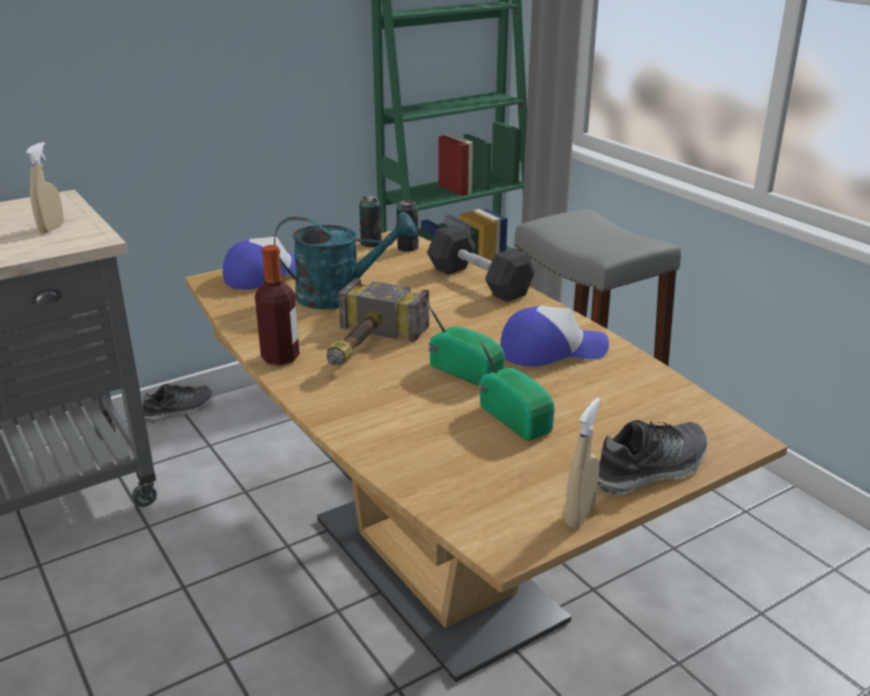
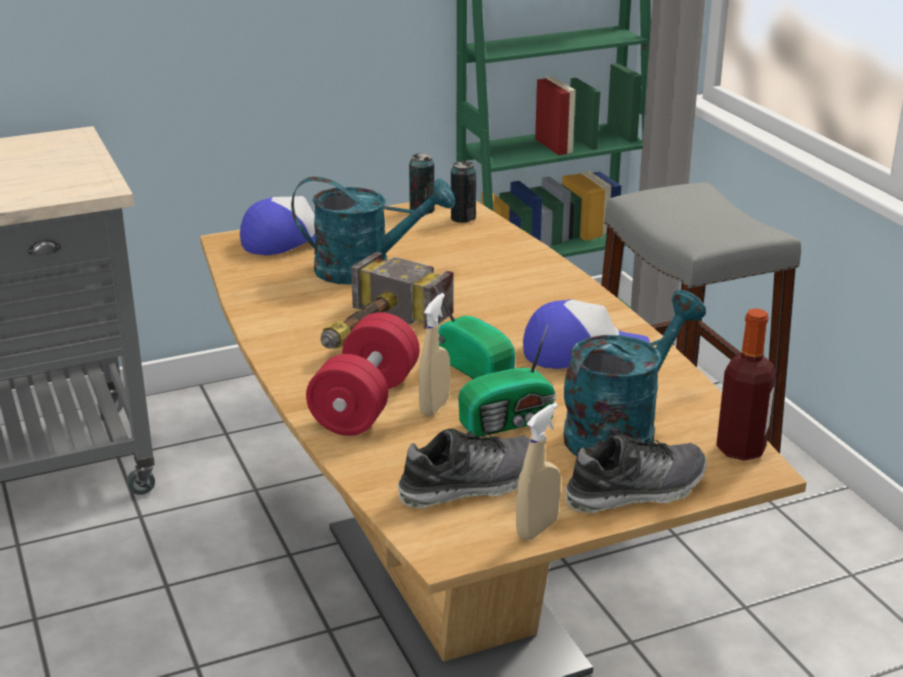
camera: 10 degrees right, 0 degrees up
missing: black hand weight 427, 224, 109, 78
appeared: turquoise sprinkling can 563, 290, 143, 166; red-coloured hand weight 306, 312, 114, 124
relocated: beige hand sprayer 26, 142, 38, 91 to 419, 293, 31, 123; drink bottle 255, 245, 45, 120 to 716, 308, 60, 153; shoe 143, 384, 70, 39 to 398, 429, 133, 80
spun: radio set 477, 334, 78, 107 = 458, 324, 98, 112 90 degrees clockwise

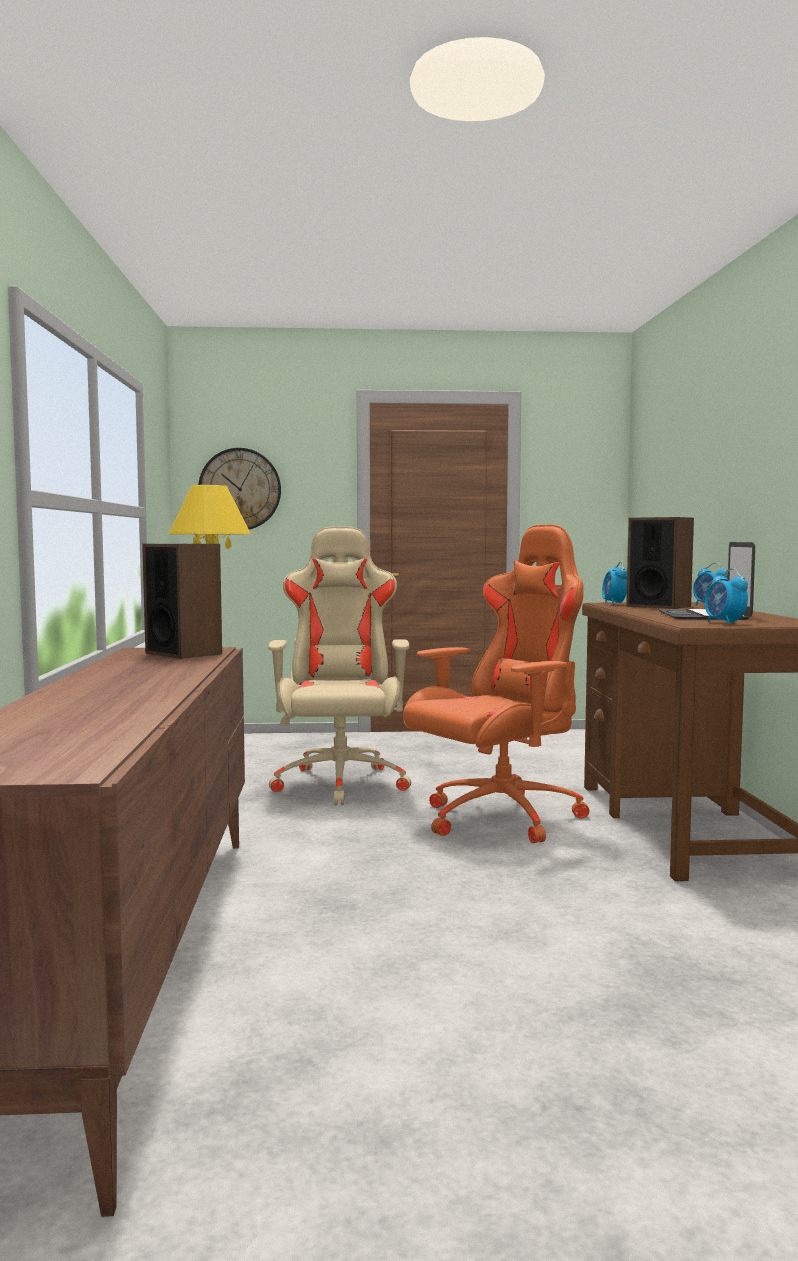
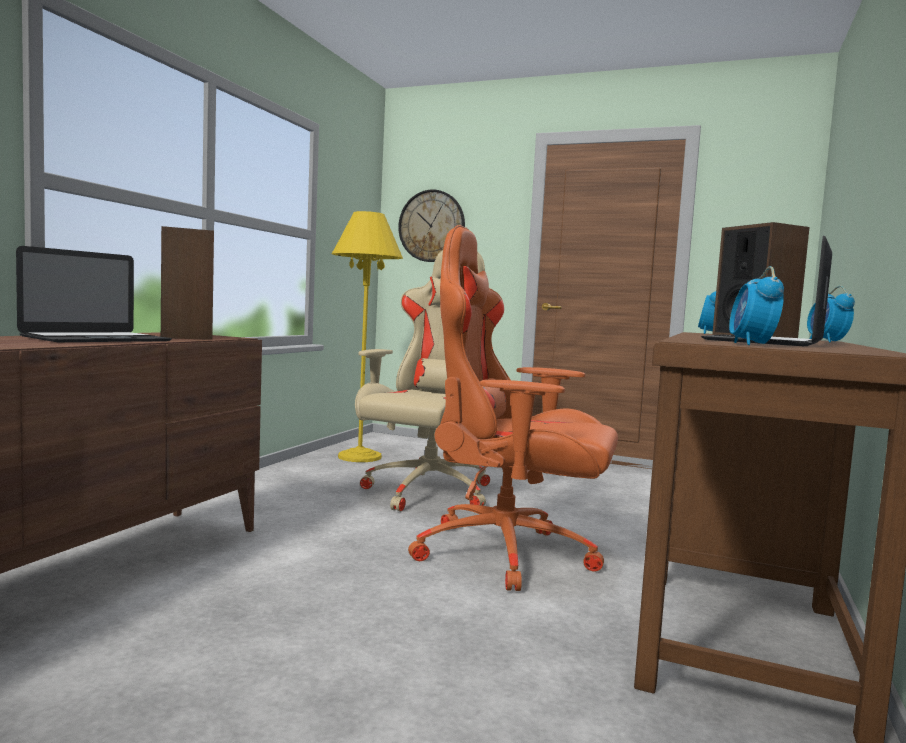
camera: 25 degrees right, 0 degrees up
appeared: portable computer 16, 246, 156, 96
spun: orange desk chair 403, 525, 186, 318 = 408, 225, 210, 366 150 degrees counterclockwise

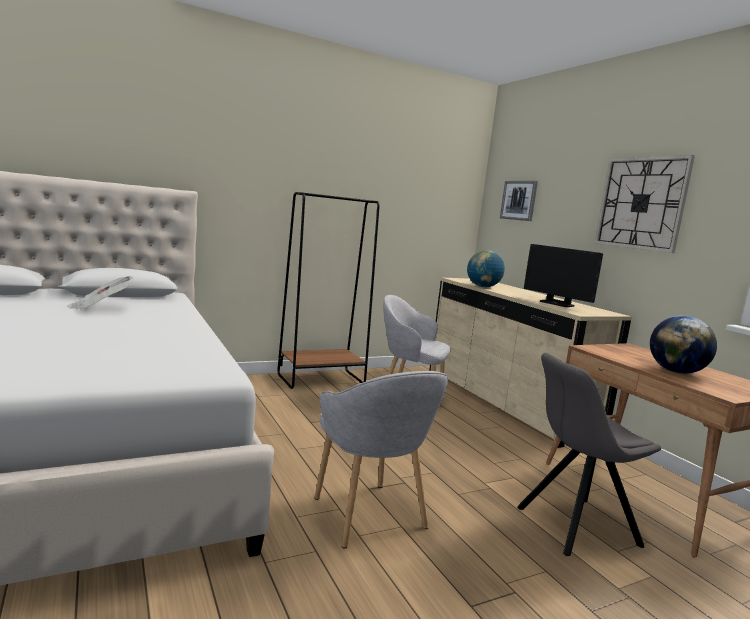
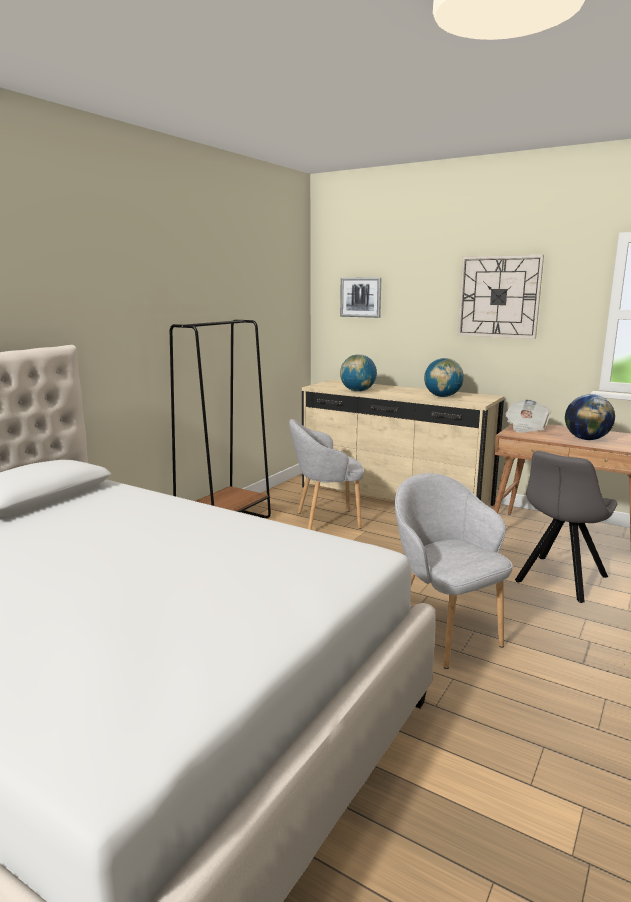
camera: 30 degrees left, 5 degrees up
relocated: printed paper 67, 276, 66, 34 to 505, 399, 46, 34
exchanged: computer display 524, 244, 79, 63 to globe 424, 358, 40, 39
spun: greyish easy chair 315, 371, 133, 177 = 395, 473, 118, 196 150 degrees counterclockwise

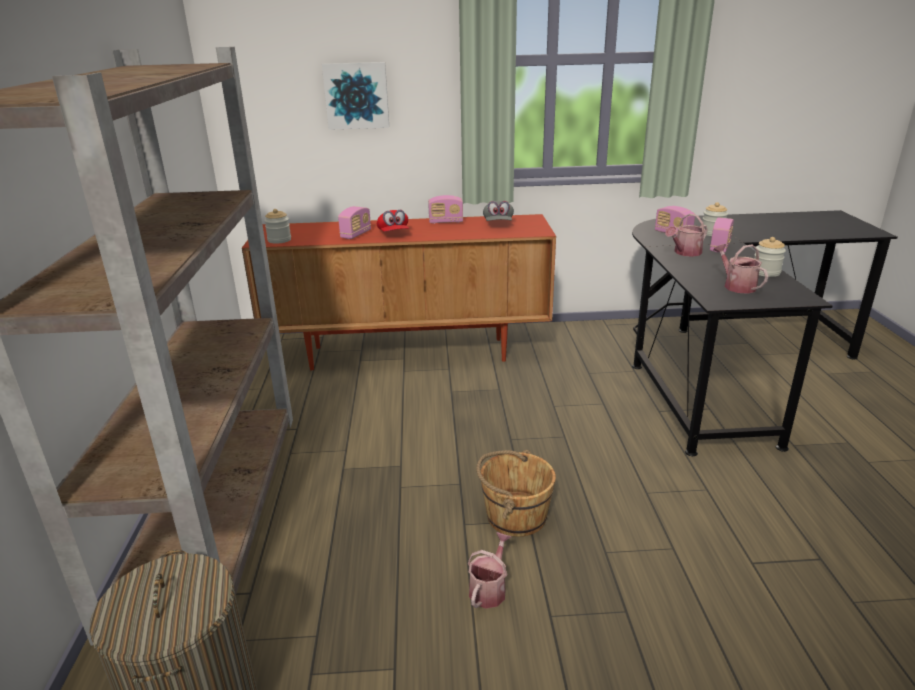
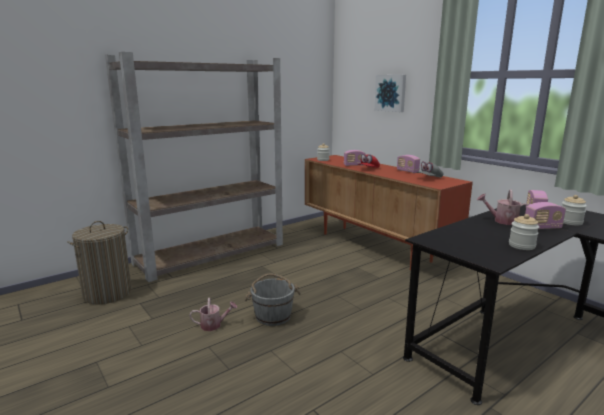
camera: 55 degrees right, 10 degrees down
missing: sprinkling can 713, 244, 56, 50
colour: brown bucket 476, 450, 80, 87 to greyish bucket 244, 273, 57, 53

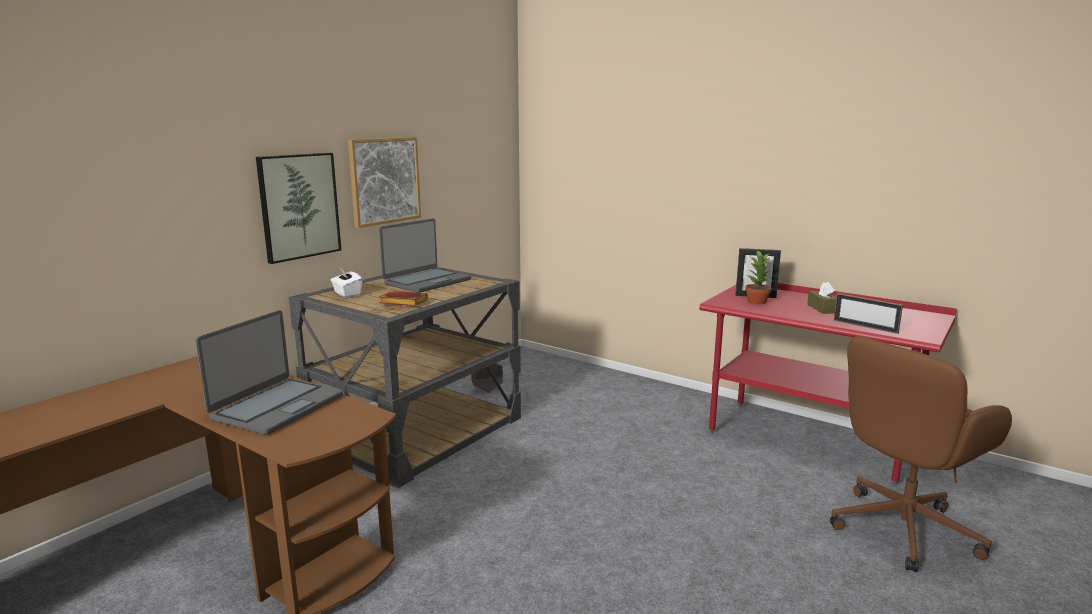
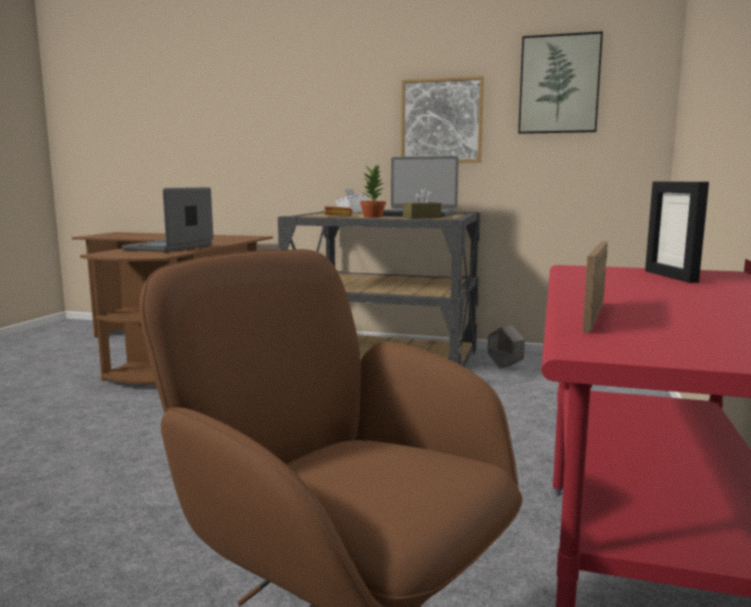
camera: 70 degrees right, 5 degrees down
relocated: wall art 256, 153, 85, 111 to 518, 31, 85, 103; plant in a pot 745, 250, 26, 54 to 360, 163, 26, 55; brown box of tissues 807, 282, 29, 32 to 403, 188, 38, 31
spun: portable computer 195, 310, 148, 125 = 122, 187, 91, 65 105 degrees clockwise

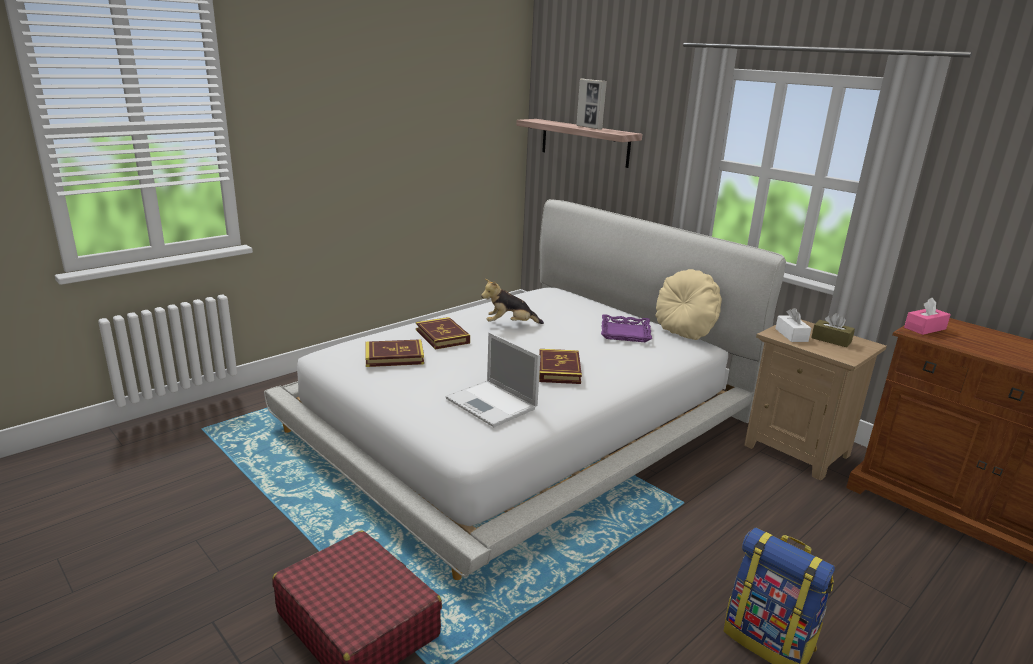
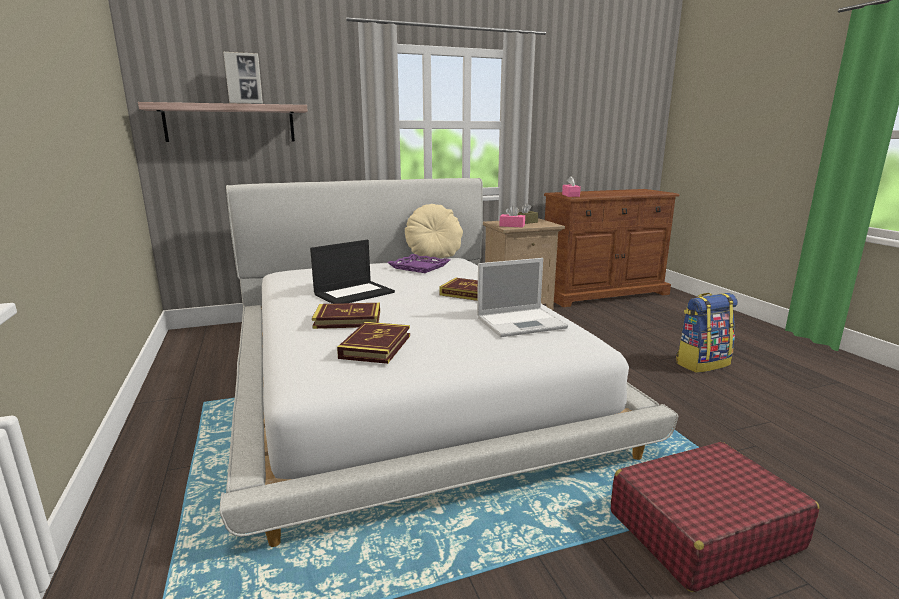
camera: 65 degrees left, 5 degrees down
exchanged: plush toy 481, 279, 63, 45 to portable computer 310, 240, 85, 64
colour: white-coloured box of tissues 775, 308, 36, 34 to pinkish box of tissues 499, 206, 26, 22

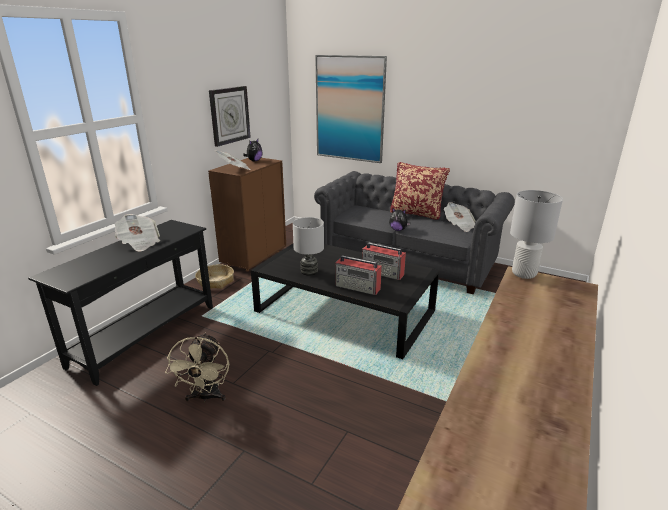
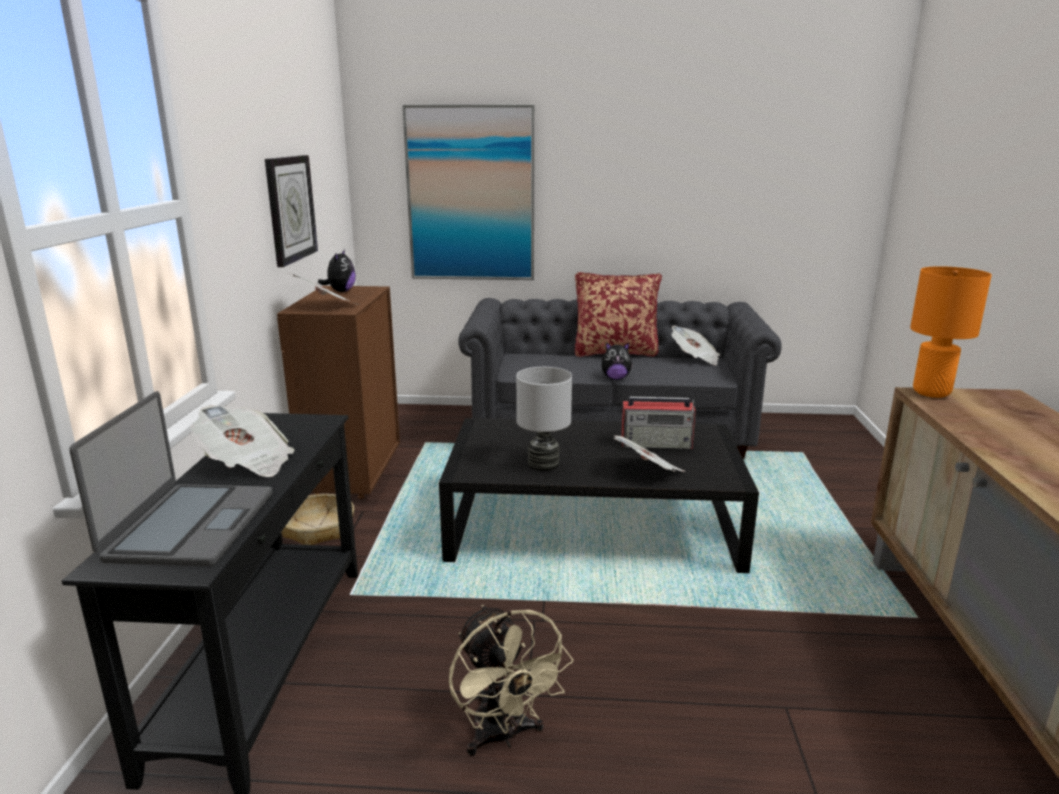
camera: 25 degrees left, 5 degrees down
appeared: portable computer 69, 391, 203, 175
exchanged: radio set 335, 255, 47, 40 to printed paper 614, 436, 71, 36
colour: greyish table lamp 510, 190, 53, 89 to orange table lamp 910, 266, 82, 132

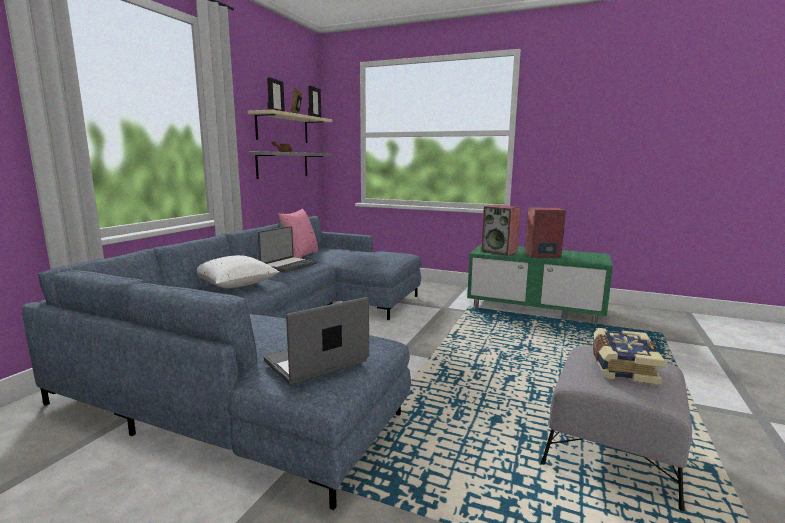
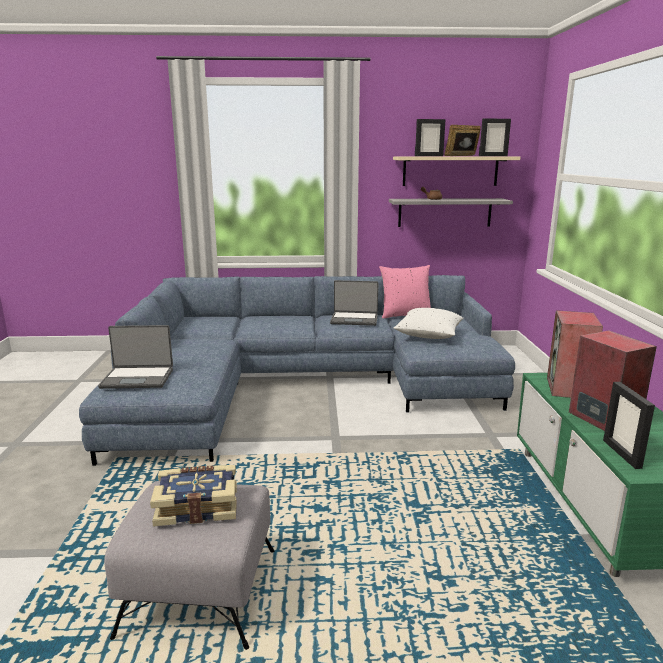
camera: 65 degrees right, 5 degrees up
appeared: photo frame 603, 382, 52, 87
relocated: white-coloured pillow 197, 255, 83, 33 to 394, 308, 69, 31
spun: portable computer 264, 297, 105, 88 = 98, 325, 75, 64 150 degrees clockwise

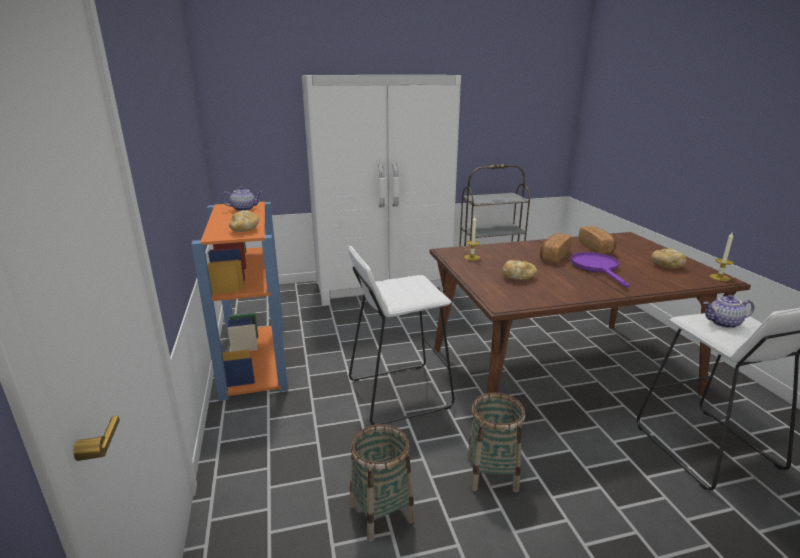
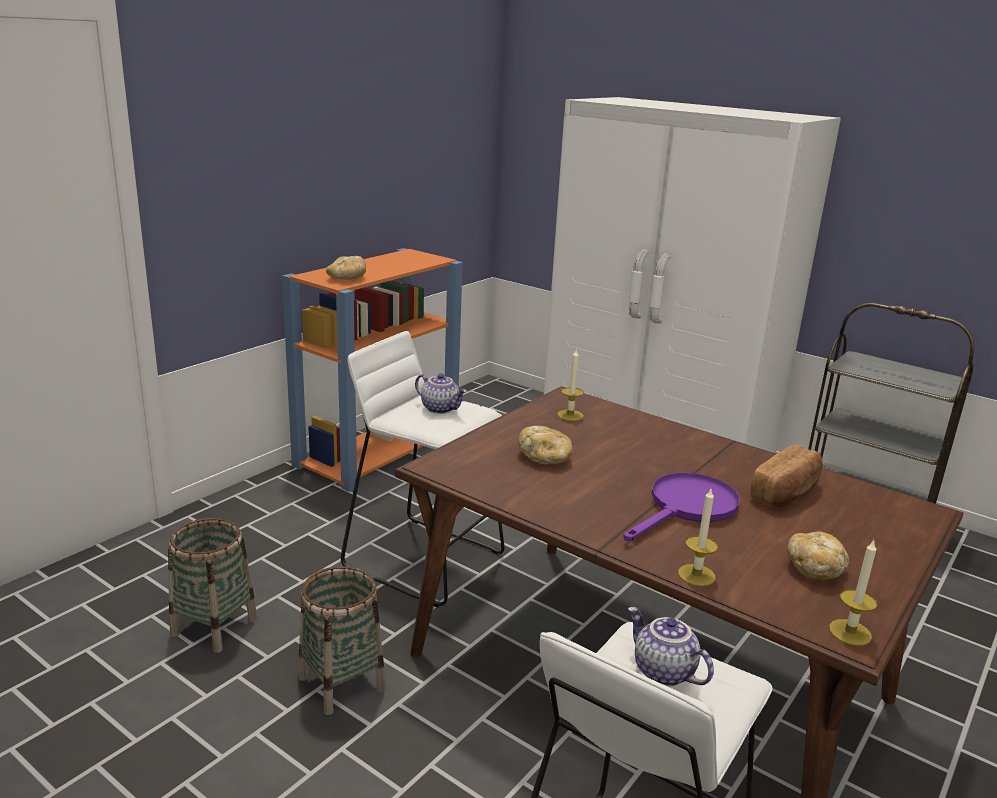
camera: 50 degrees right, 0 degrees up
missing: bread 540, 233, 32, 30
appeared: candle 678, 489, 40, 97
relocated: teapot 222, 186, 40, 25 to 415, 374, 52, 40

